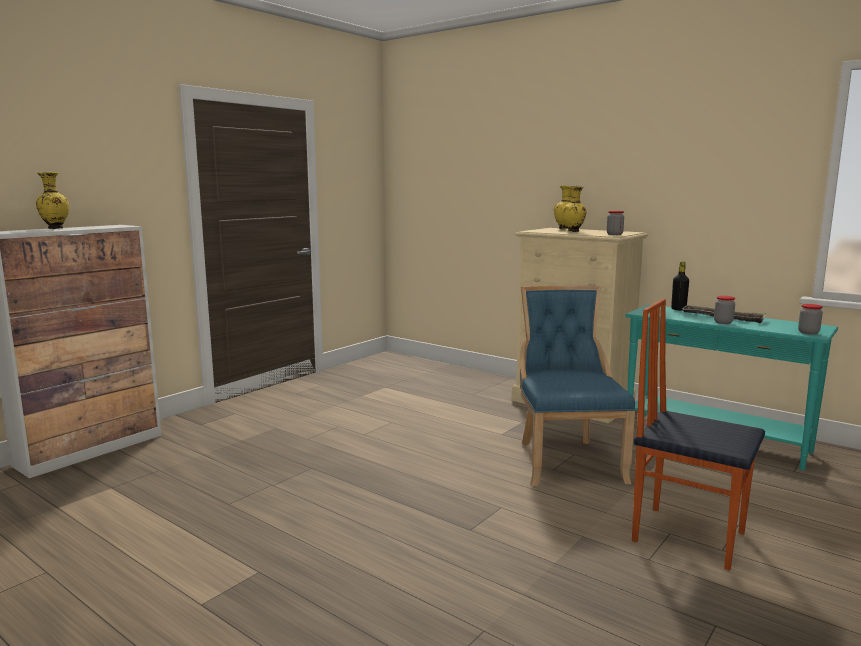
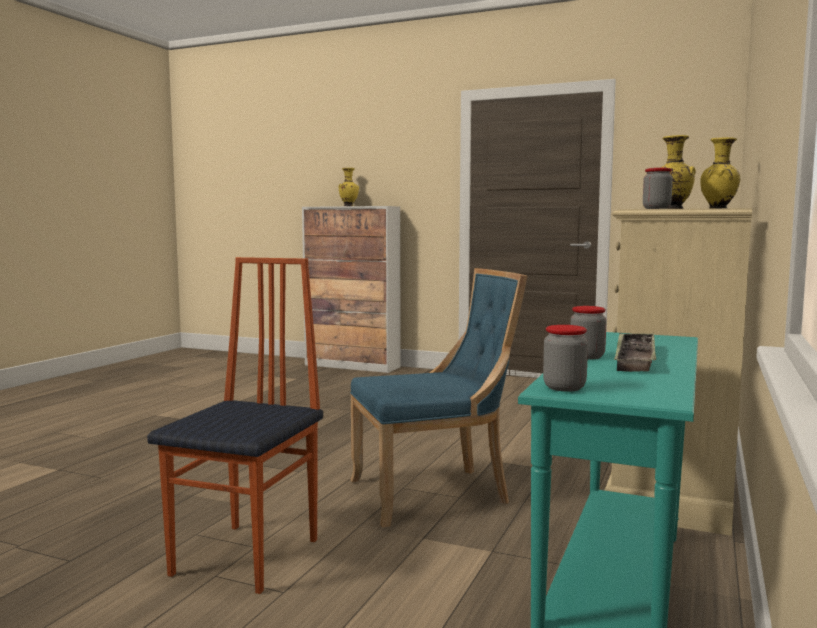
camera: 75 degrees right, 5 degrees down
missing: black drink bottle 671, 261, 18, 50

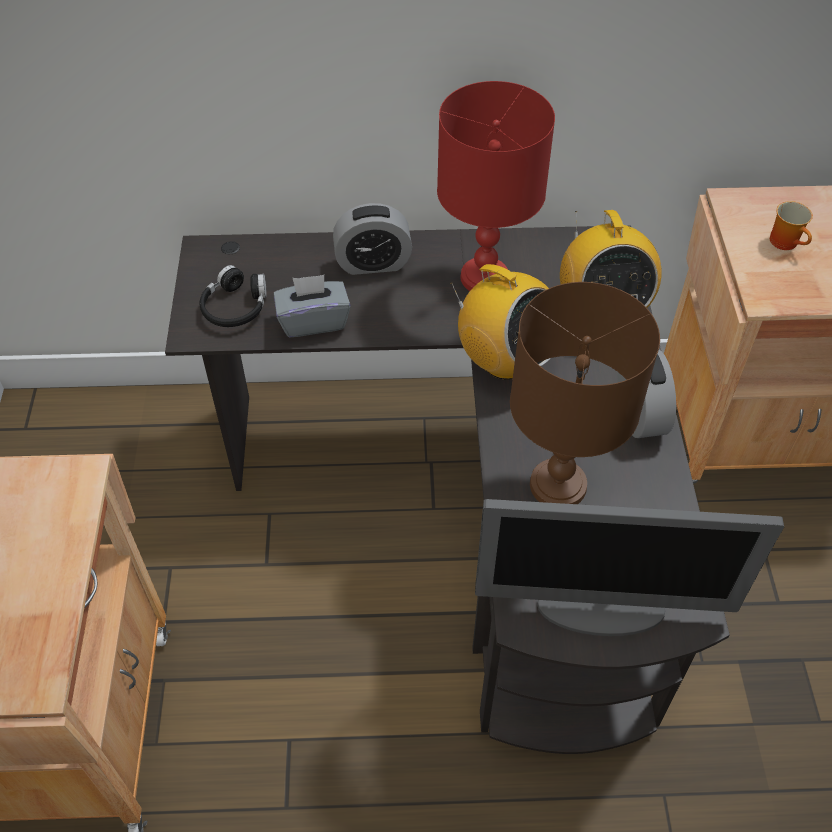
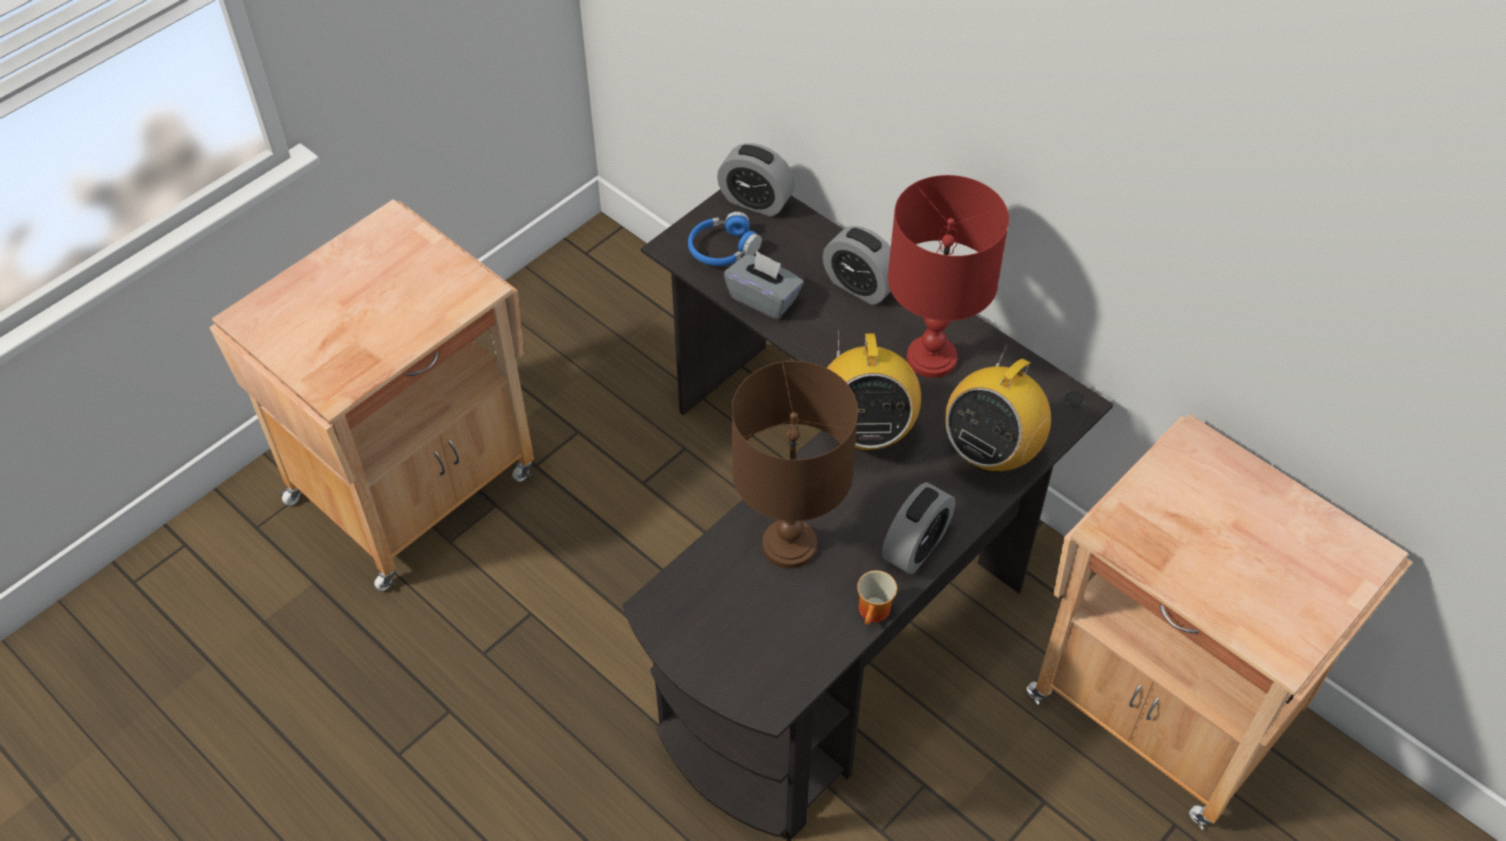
camera: 45 degrees right, 0 degrees up
missing: computer display 475, 499, 309, 137
appeared: alarm clock 717, 143, 78, 74
relocated: coffee mug 770, 201, 43, 49 to 857, 570, 40, 55
colour: black pair of headphones 200, 265, 67, 62 to bluish pair of headphones 688, 212, 74, 54

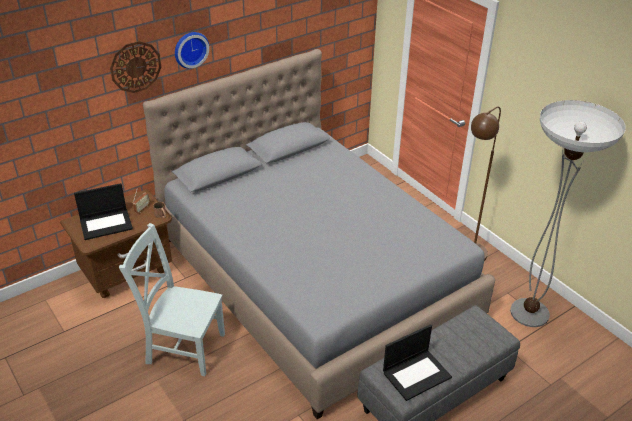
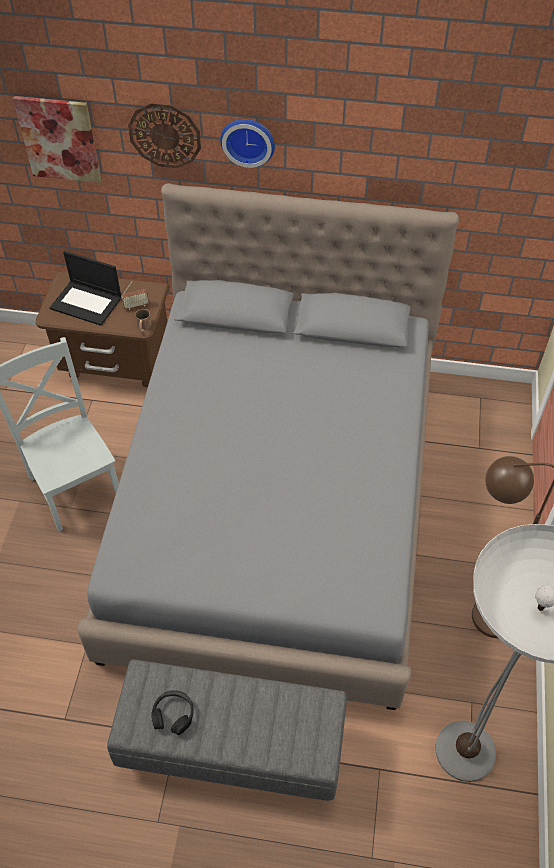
camera: 45 degrees right, 15 degrees up
appeared: wall art 13, 96, 88, 87
exchanged: portable computer 383, 324, 69, 77 to black pair of headphones 151, 690, 43, 45

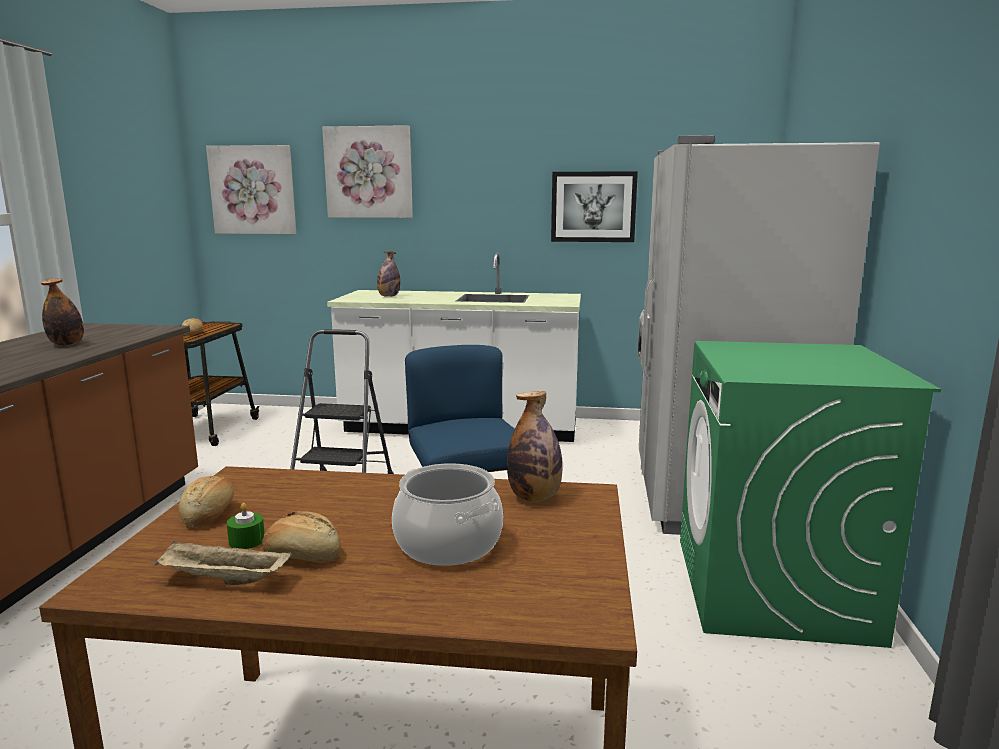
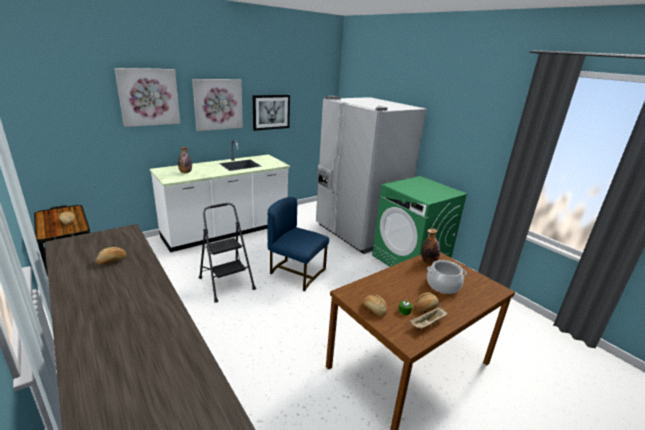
camera: 45 degrees left, 10 degrees up
relocated: wall art 206, 145, 90, 89 to 192, 79, 51, 52
exchanged: drink bottle 41, 278, 43, 68 to bread 96, 247, 31, 18

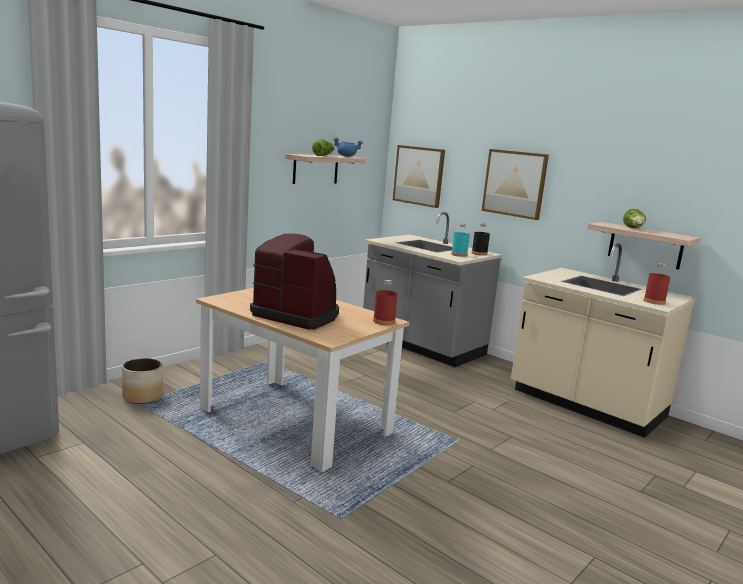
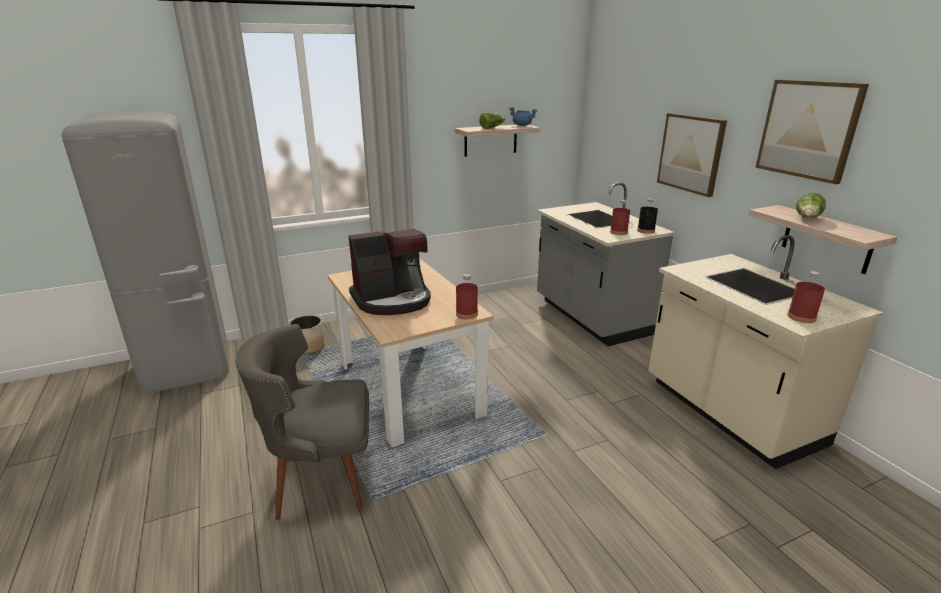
camera: 25 degrees right, 10 degrees up
appeared: greyish upright chair 235, 324, 134, 196
relocated: wall art 393, 145, 52, 63 to 755, 80, 114, 104
colour: turquoise drink bottle 451, 224, 19, 33 to red-coloured drink bottle 610, 200, 20, 35
spun: coffee maker 250, 234, 89, 96 = 348, 229, 83, 86 105 degrees clockwise

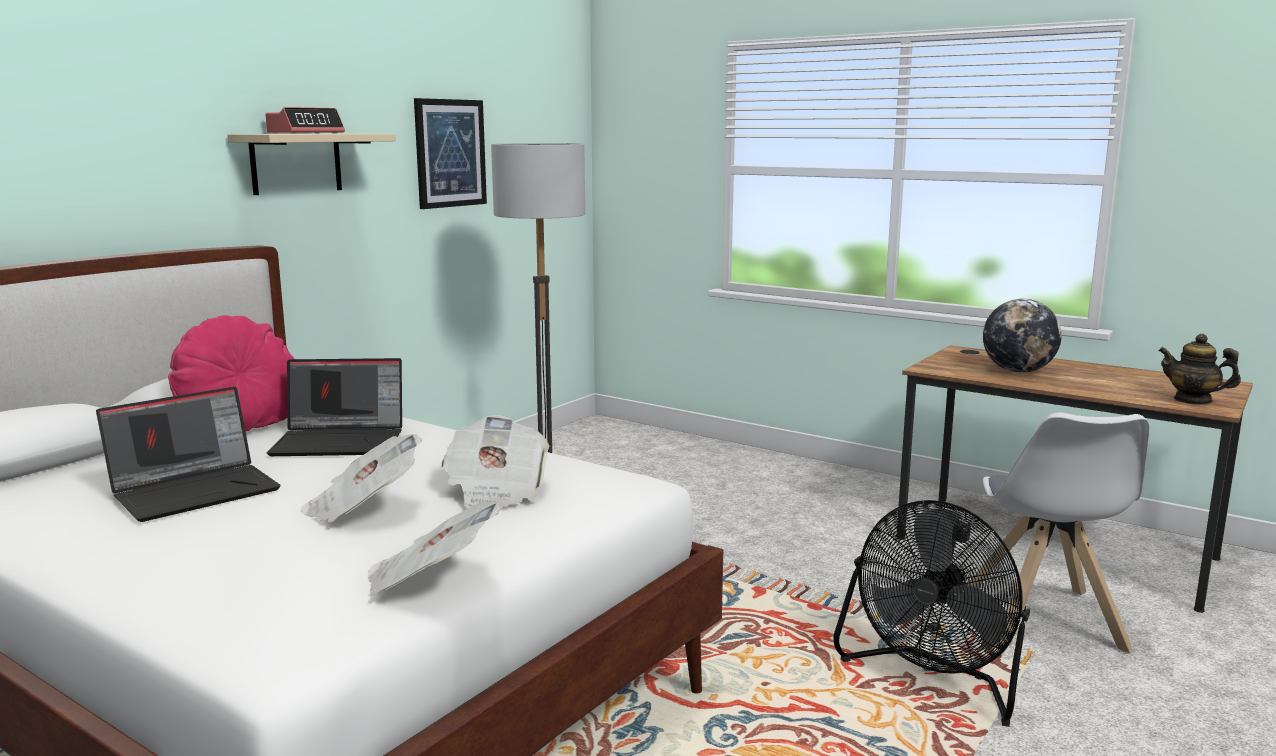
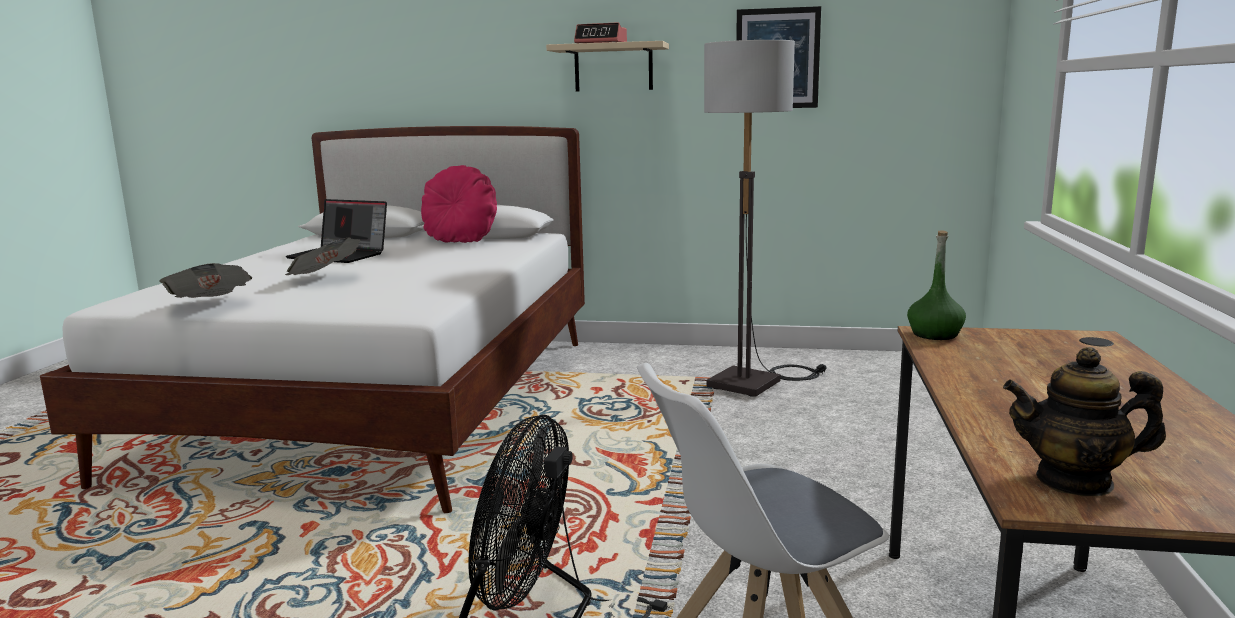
camera: 65 degrees right, 0 degrees up
missing: globe 983, 299, 79, 74; portable computer 267, 358, 135, 98; printed paper 441, 415, 108, 94
appeared: green drink bottle 907, 230, 59, 110
spun: teapot 1158, 334, 83, 71 = 1003, 347, 163, 149 90 degrees counterclockwise

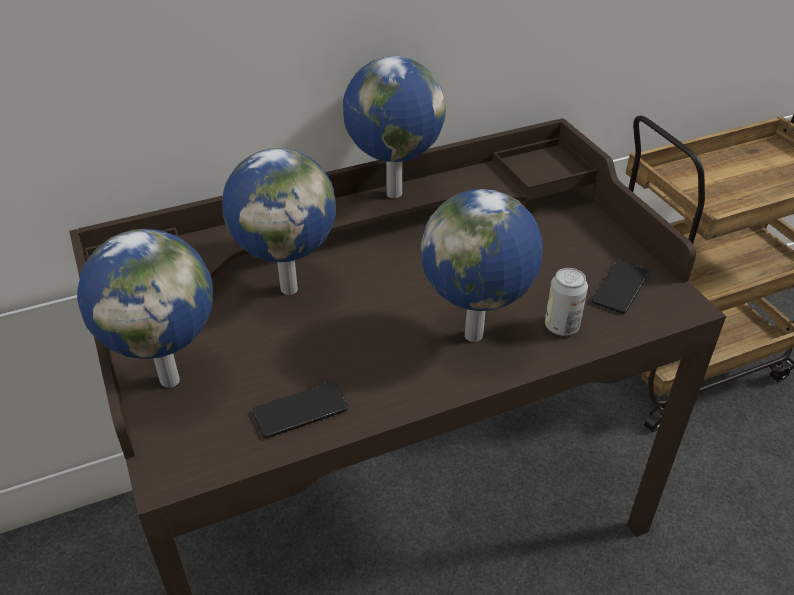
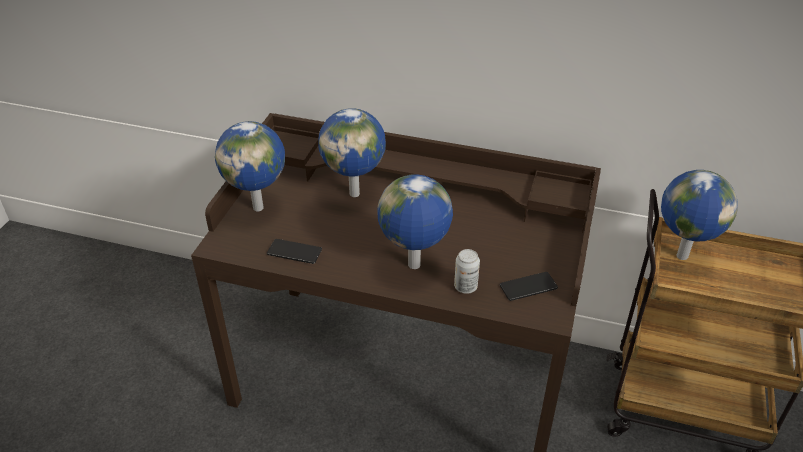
camera: 40 degrees right, 0 degrees up
relocated: globe 343, 56, 103, 142 to 661, 170, 77, 90

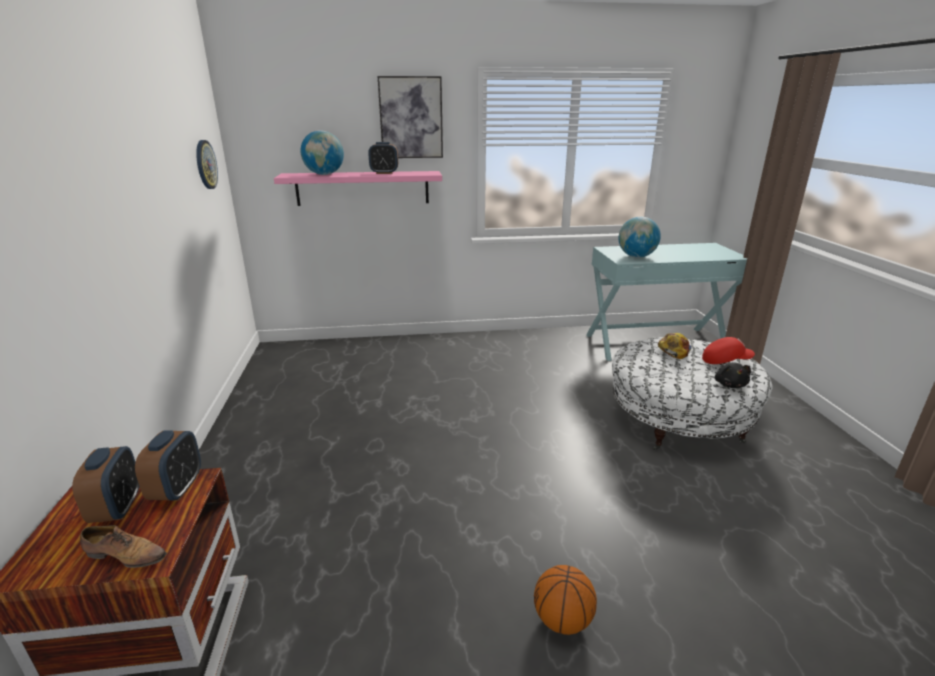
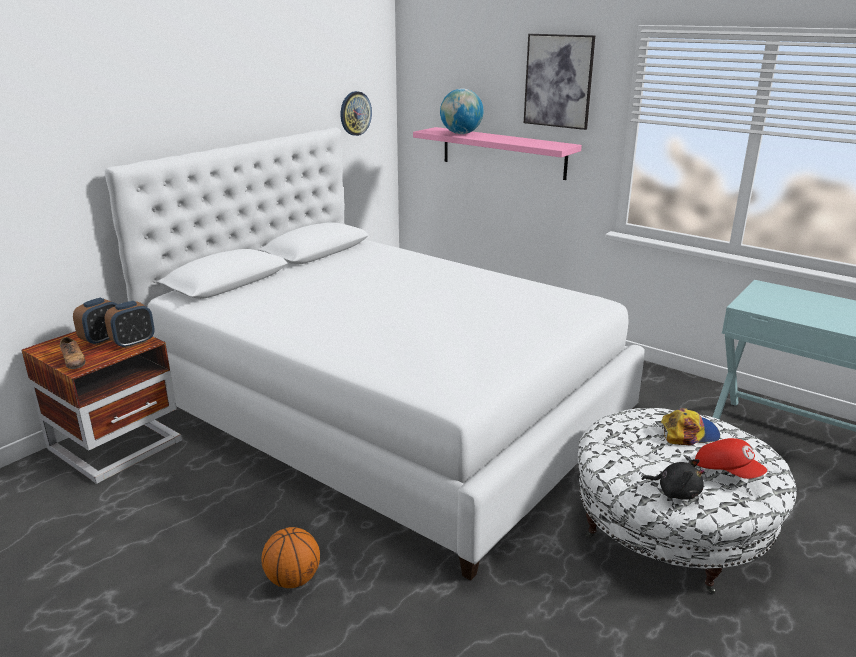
camera: 45 degrees right, 0 degrees up
missing: alarm clock 368, 142, 30, 32; globe 619, 217, 42, 41
appeared: white-coloured sleeping bed 105, 127, 540, 454
spun: black plush toy 715, 362, 36, 26 = 642, 459, 63, 41 105 degrees counterclockwise

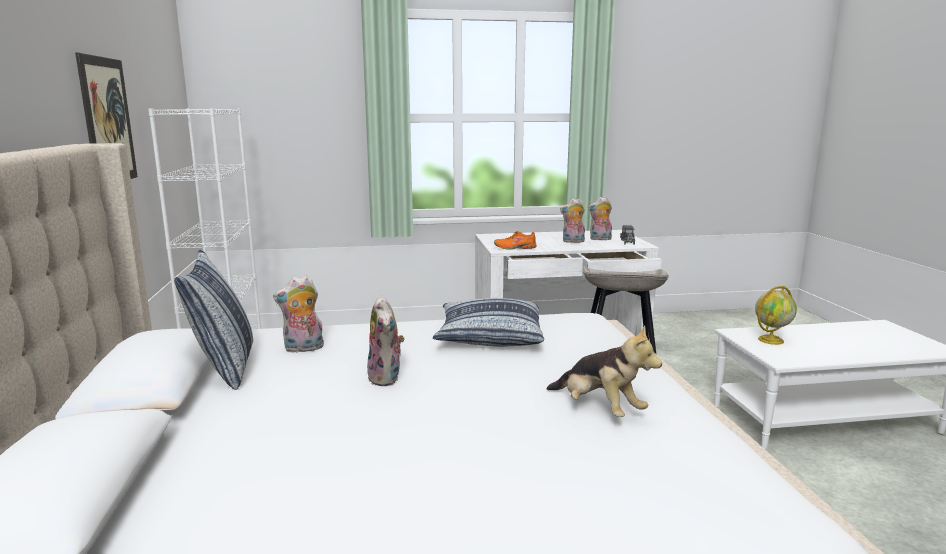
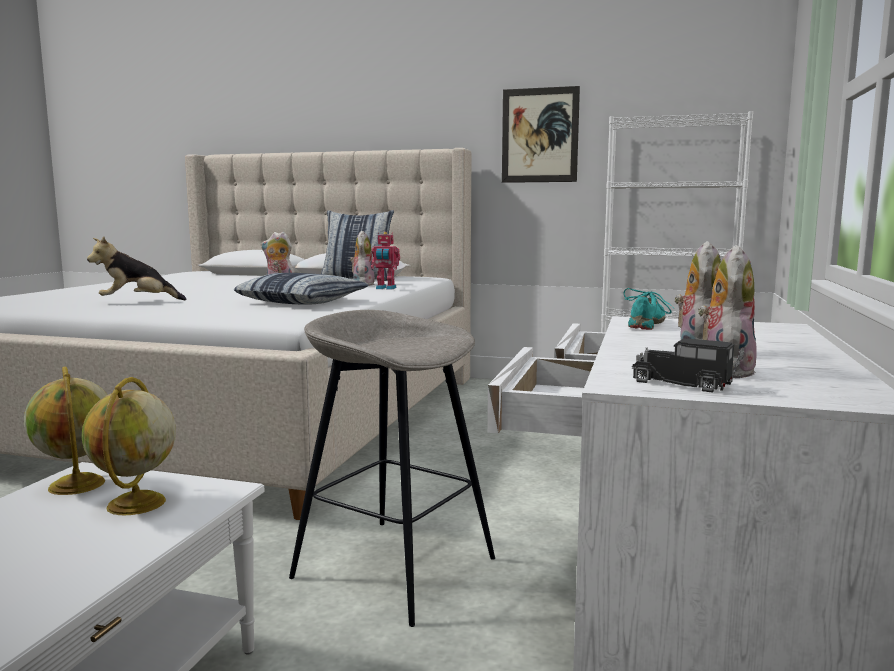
camera: 115 degrees right, 5 degrees down
appeared: robot figure 371, 232, 29, 58; globe 24, 367, 84, 128
colour: orange shoe 494, 231, 43, 19 to turquoise shoe 624, 288, 50, 42

